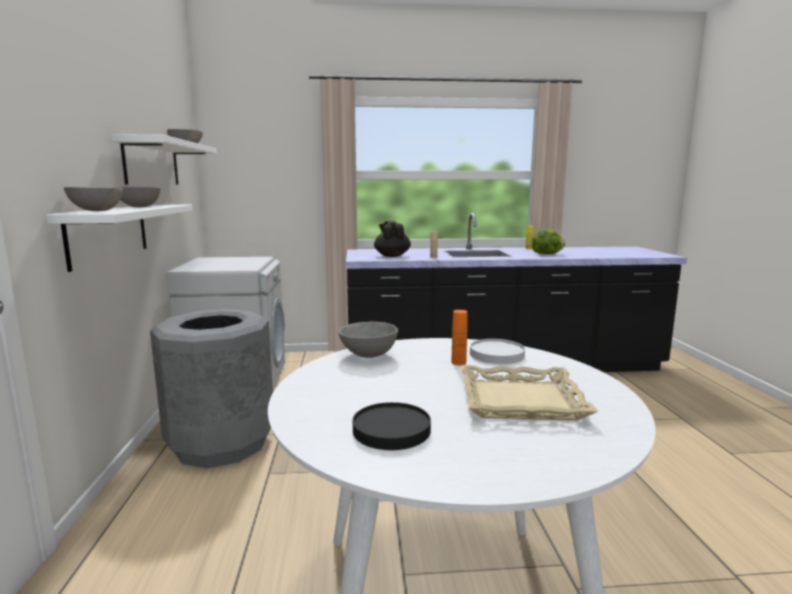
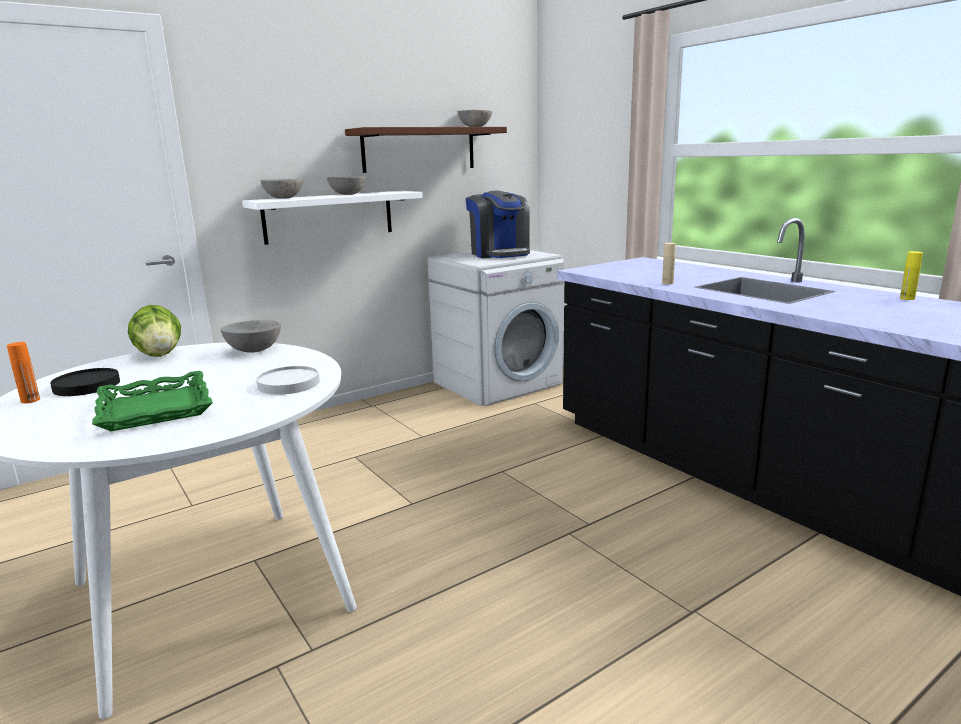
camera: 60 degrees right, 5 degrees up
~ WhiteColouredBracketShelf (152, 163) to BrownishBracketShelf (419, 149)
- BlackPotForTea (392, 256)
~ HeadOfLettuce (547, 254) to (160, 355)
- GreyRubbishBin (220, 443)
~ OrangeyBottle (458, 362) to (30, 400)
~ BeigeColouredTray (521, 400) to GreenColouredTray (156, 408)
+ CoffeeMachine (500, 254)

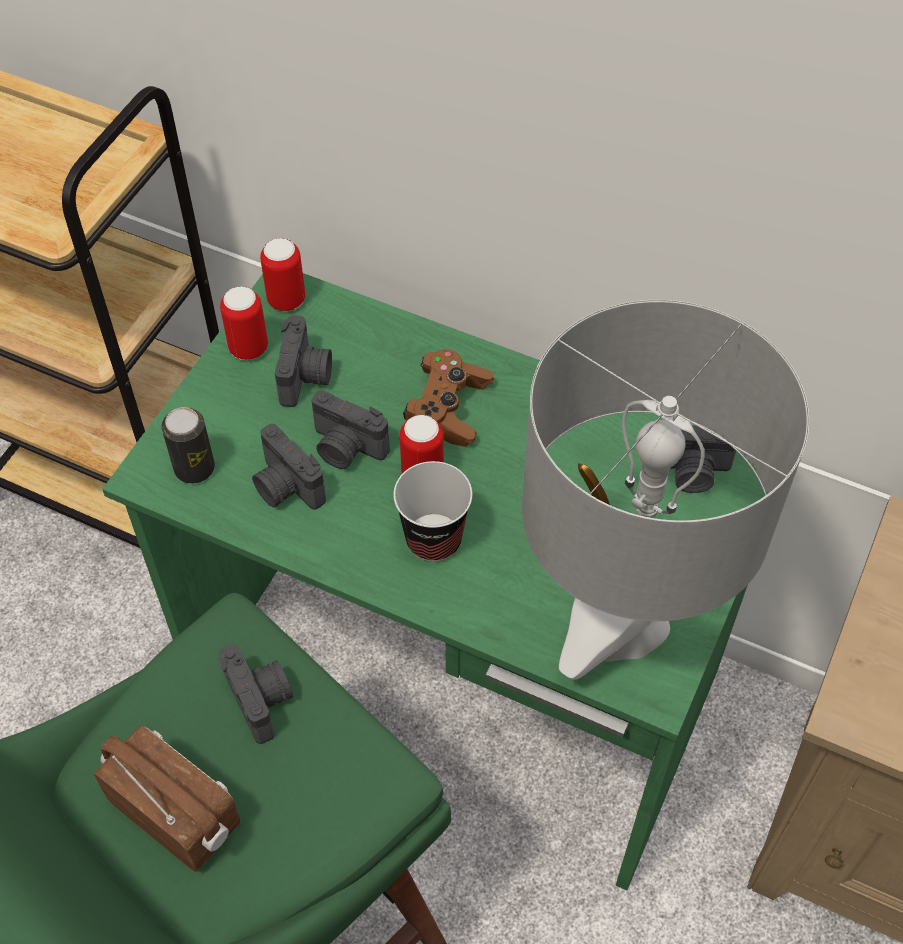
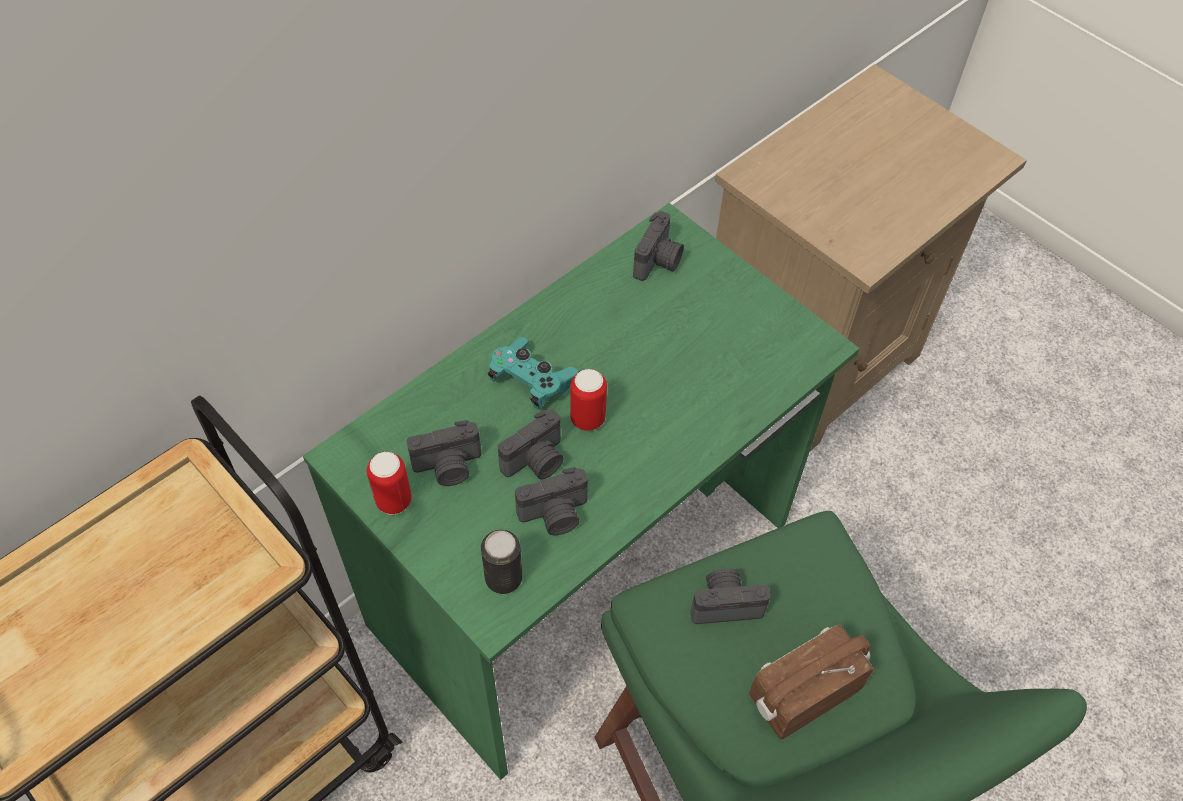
camera: 70 degrees left, 0 degrees up
- SealedCan (286, 300)
- GreyLampForATable (621, 624)
~ PhotoCamera (306, 377) = (448, 467) 135 degrees clockwise
~ BrownishJoypad (448, 408) to BlueGreenJoypad (532, 381)
- SmallCup (433, 539)

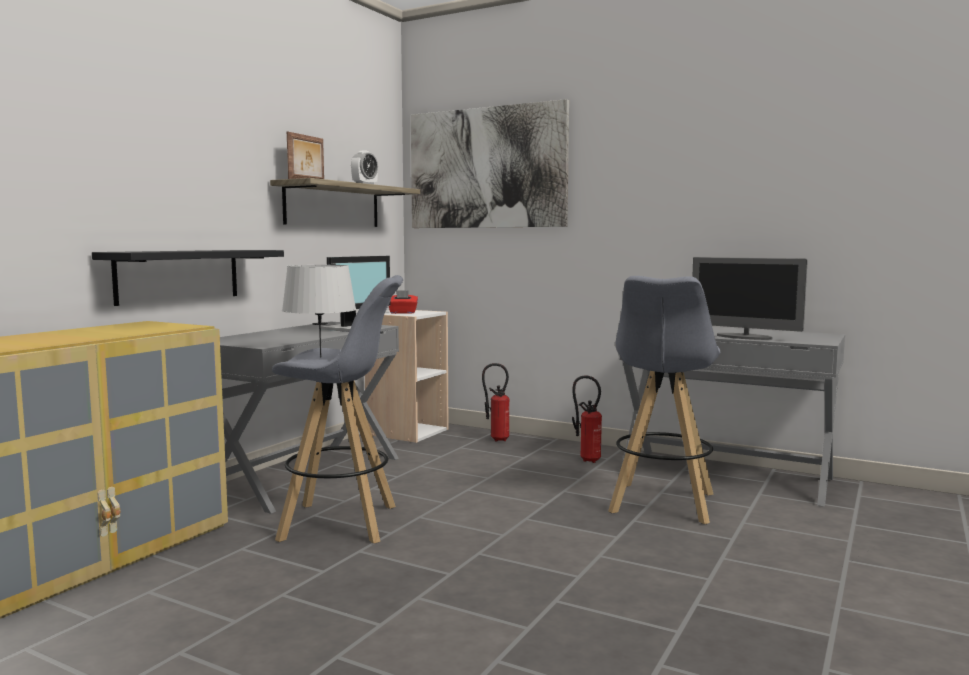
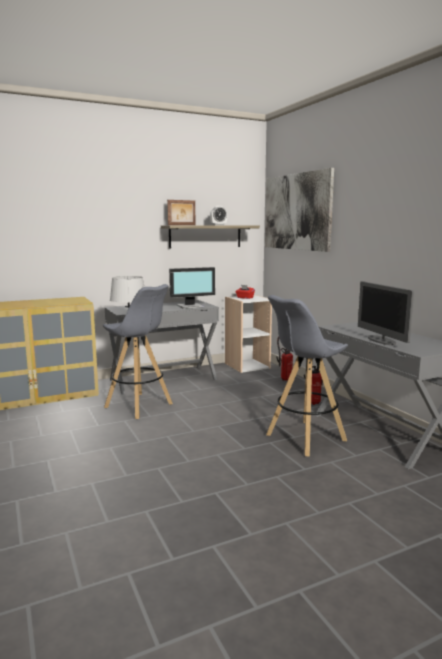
camera: 35 degrees right, 5 degrees up
- BlackBracketShelf (178, 275)

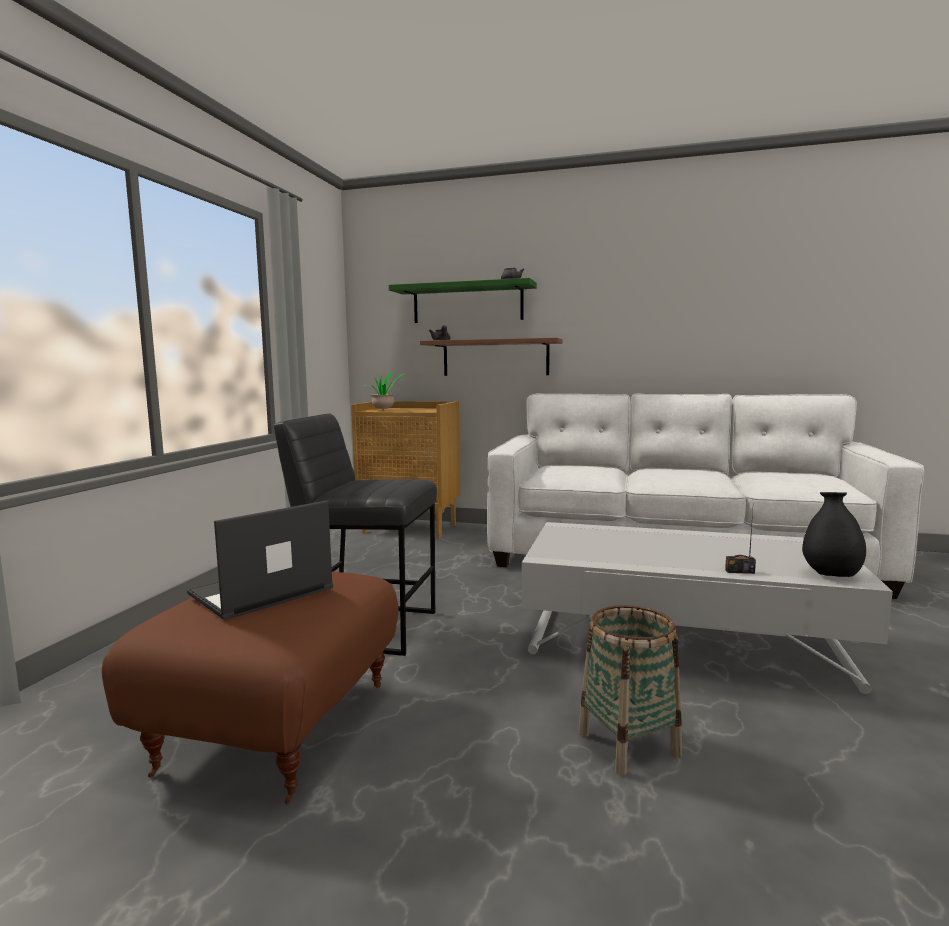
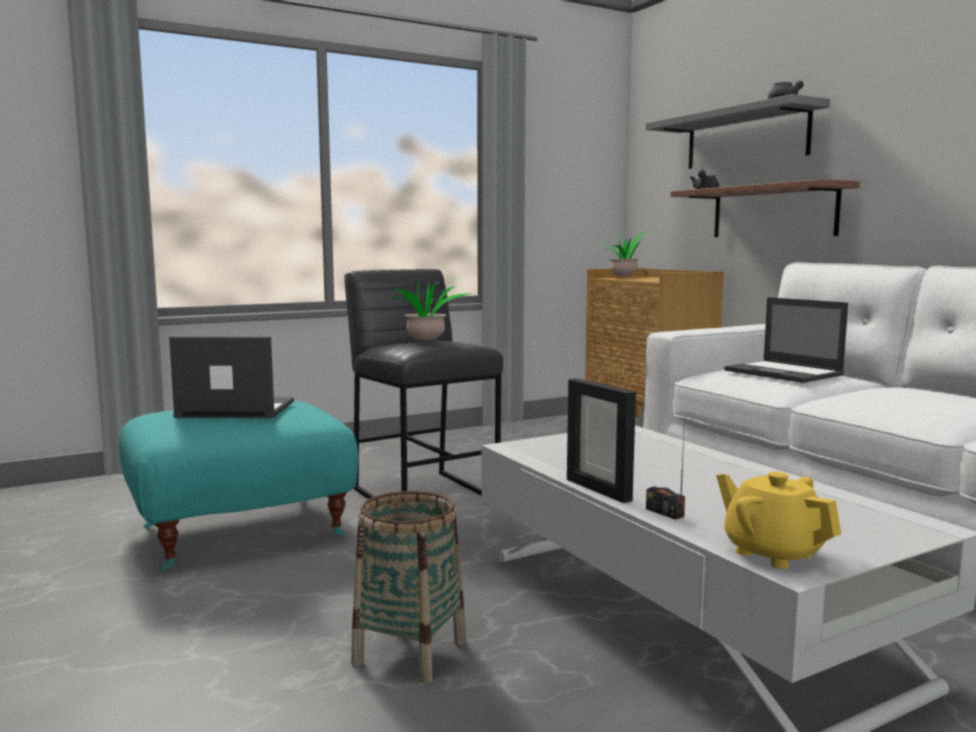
camera: 45 degrees right, 0 degrees up
~ GreenColouredBracketShelf (467, 303) to GreyBracketShelf (746, 138)
~ BlackDecorativeVase (831, 576) to YellowPotForTea (772, 553)
~ BrownishFootrest (275, 725) to BlueGreenFootrest (242, 530)
+ PottedPlant (427, 343)
+ Laptop (784, 373)
+ PhotoFrame (599, 489)

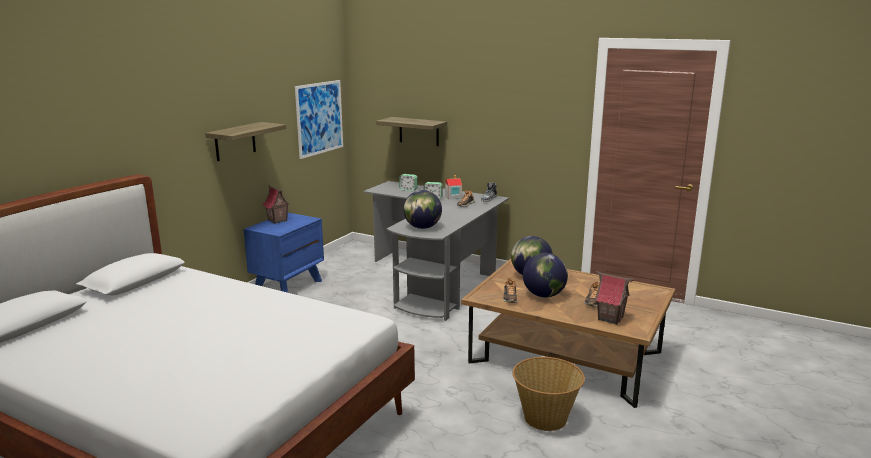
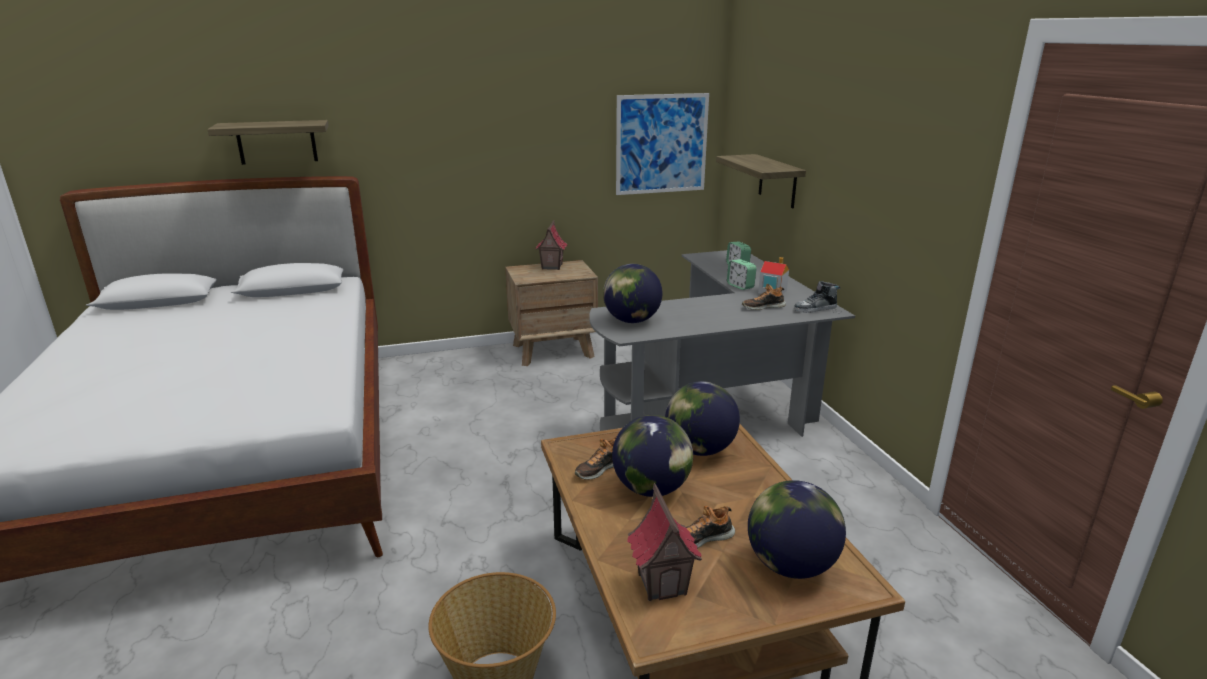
camera: 45 degrees right, 5 degrees up
~ BracketShelf (235, 141) to (277, 142)
~ BluishNightstand (288, 286) to BrownishNightstand (553, 350)
+ WorldGlobe (790, 565)

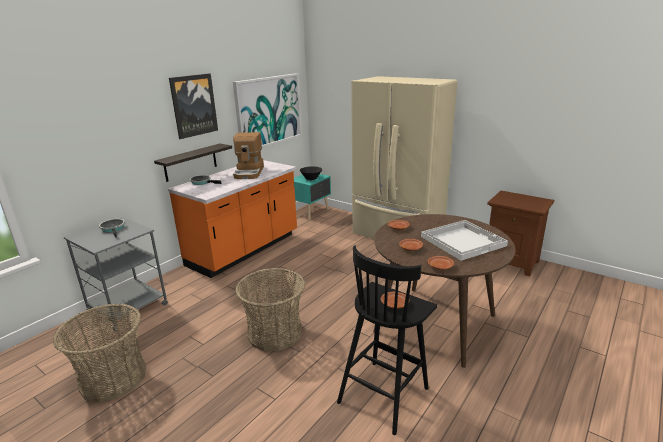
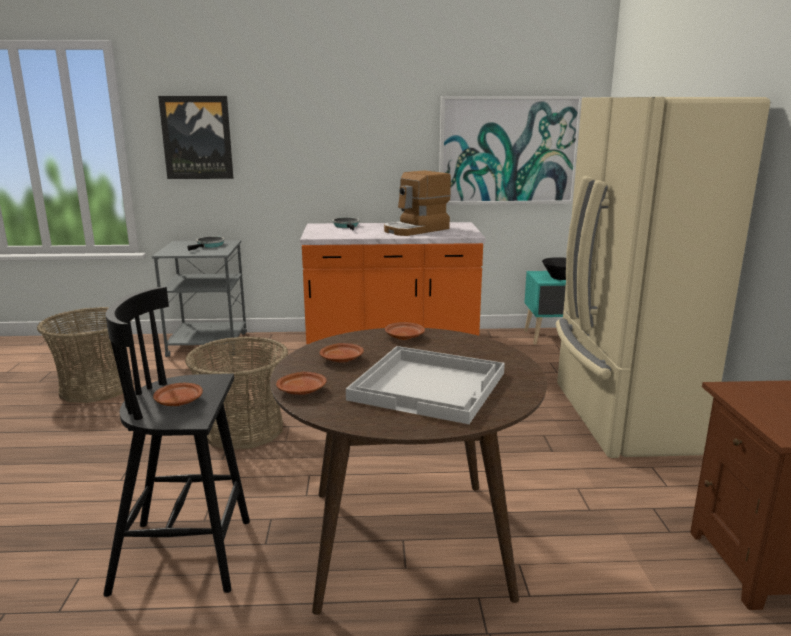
camera: 50 degrees right, 5 degrees down
~ WallPicture (194, 105) to (197, 138)
- BracketShelf (190, 162)

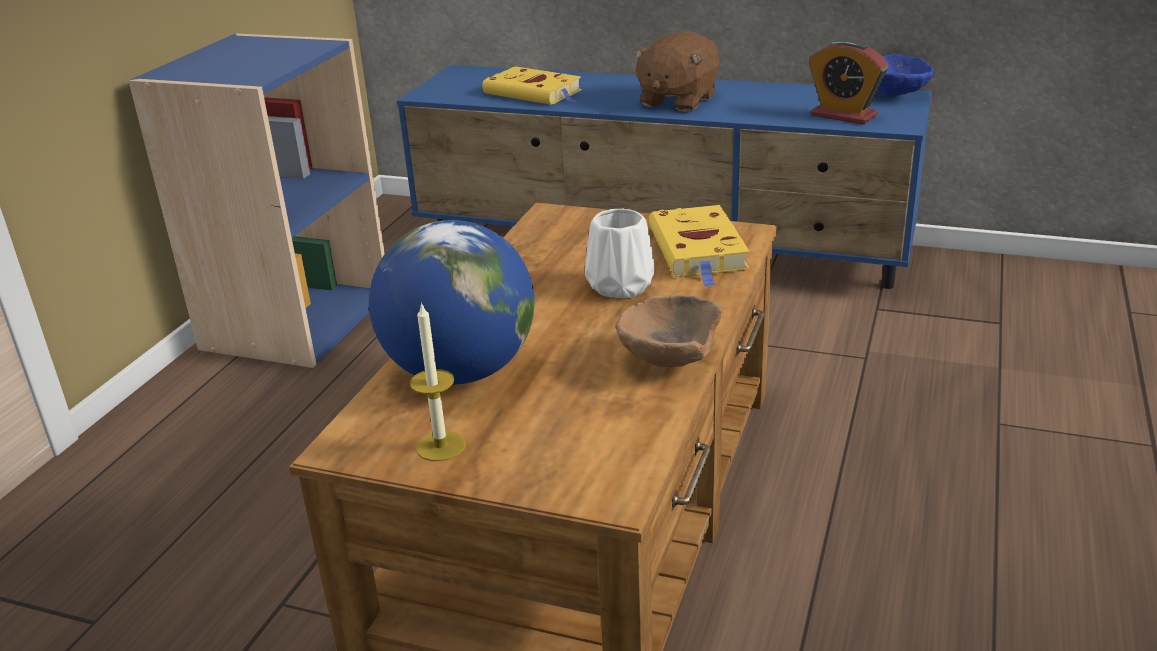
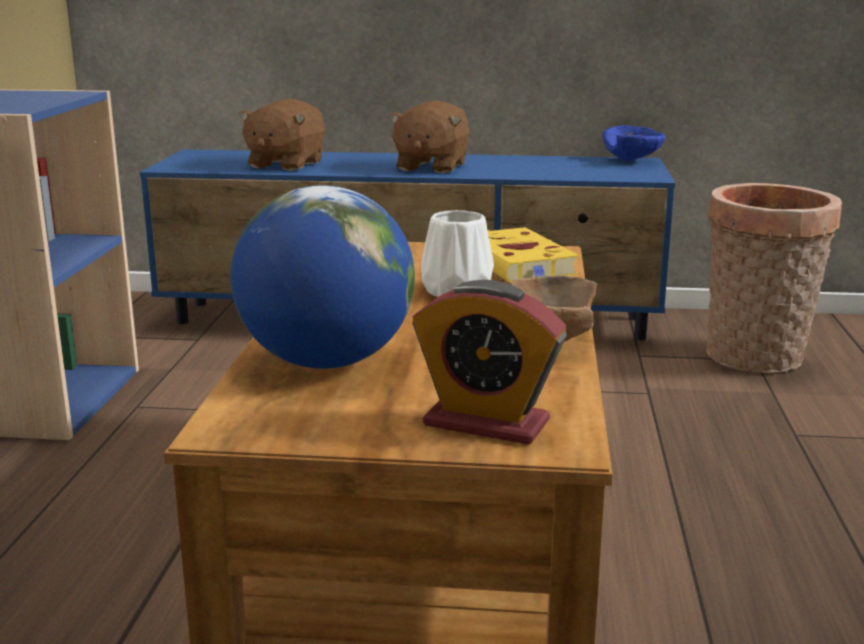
camera: 15 degrees left, 10 degrees down
~ AlarmClock (843, 115) to (486, 423)
~ YellowBoundBook (535, 93) to BrownishSoftToy (284, 164)
- Candle (440, 446)
+ Basket (756, 359)

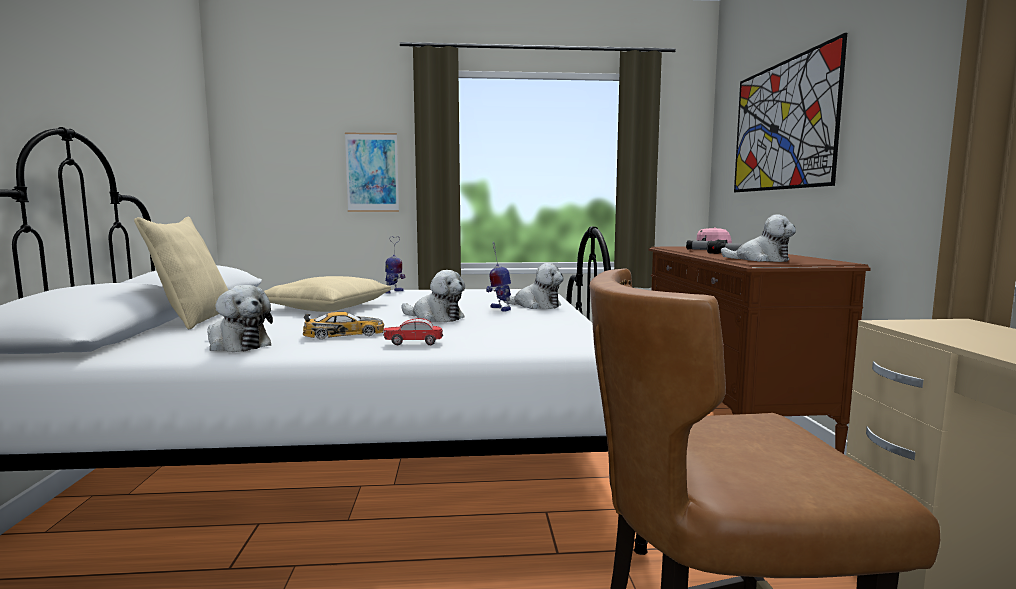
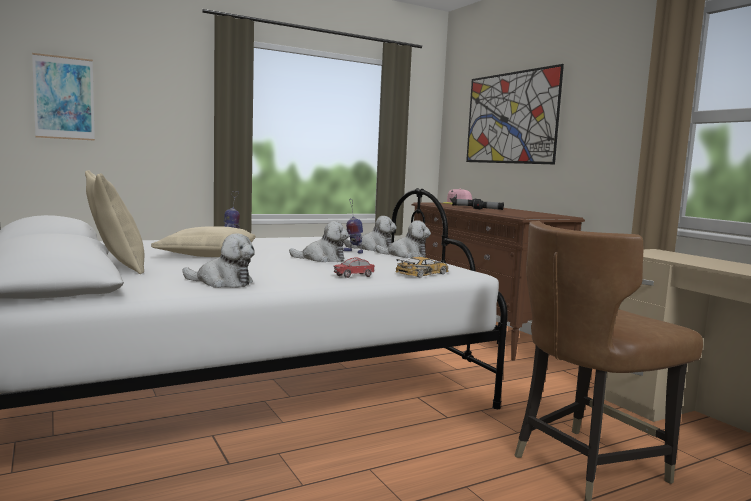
camera: 25 degrees left, 0 degrees up
~ WallPicture (372, 172) to (64, 98)
~ SoftToy (761, 260) to (405, 255)
~ ModelCar (345, 334) to (423, 273)

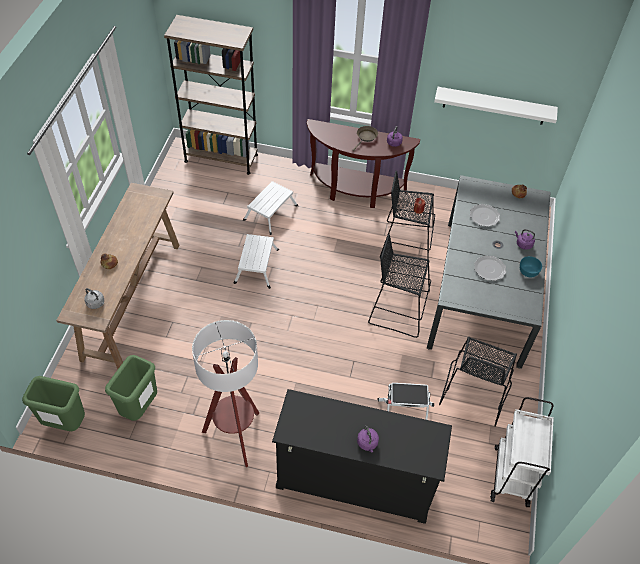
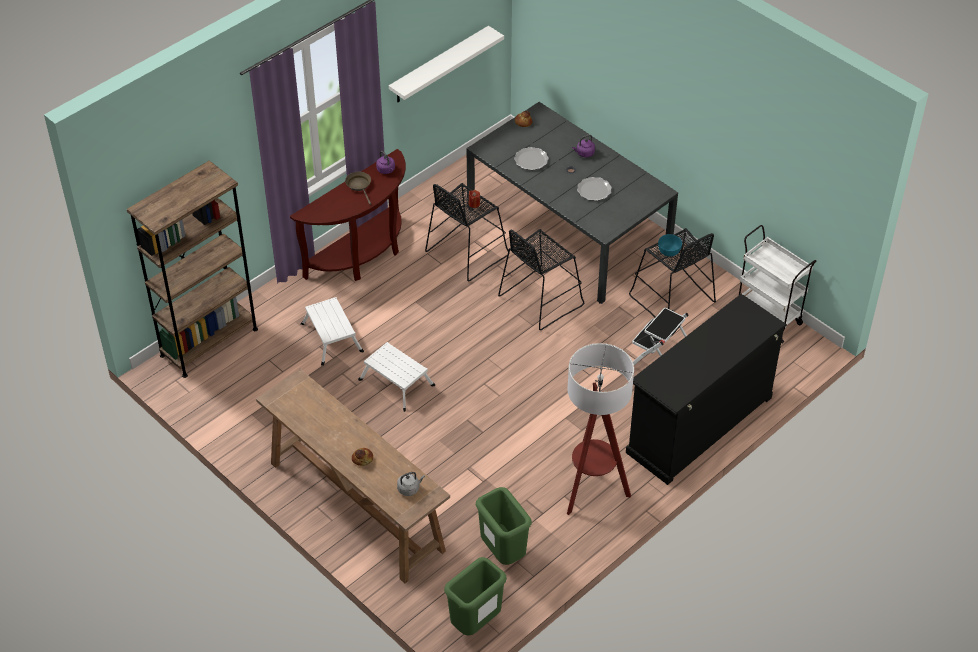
camera: 55 degrees left, 5 degrees down
~ BlueGreenServingBowl (528, 271) to (669, 250)
- PurpleColouredWaterKettle (367, 443)

